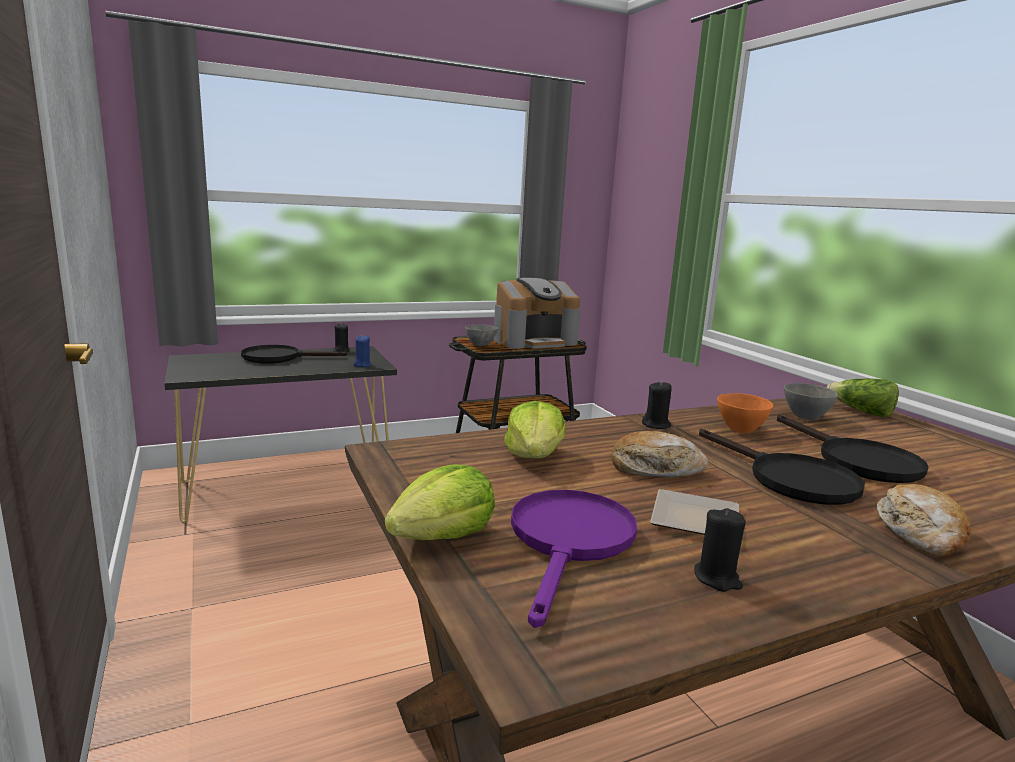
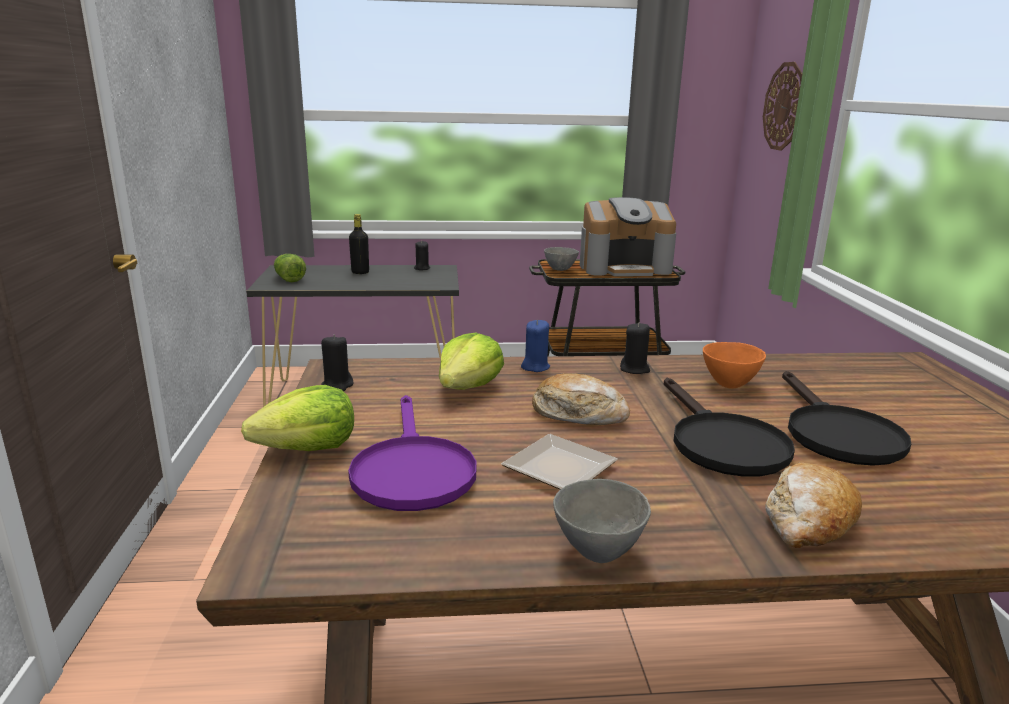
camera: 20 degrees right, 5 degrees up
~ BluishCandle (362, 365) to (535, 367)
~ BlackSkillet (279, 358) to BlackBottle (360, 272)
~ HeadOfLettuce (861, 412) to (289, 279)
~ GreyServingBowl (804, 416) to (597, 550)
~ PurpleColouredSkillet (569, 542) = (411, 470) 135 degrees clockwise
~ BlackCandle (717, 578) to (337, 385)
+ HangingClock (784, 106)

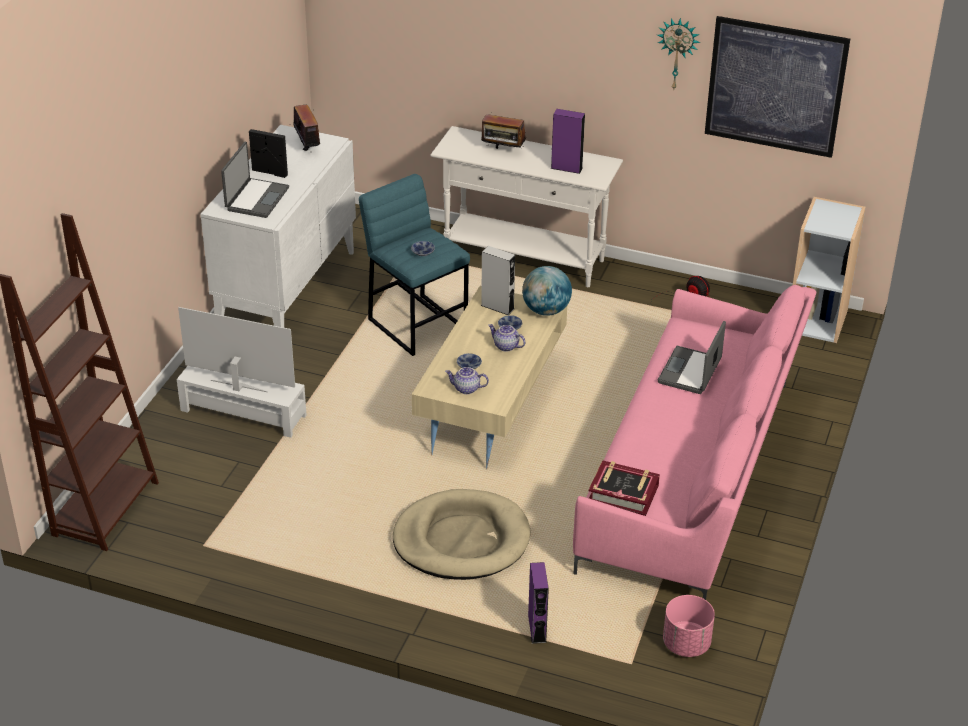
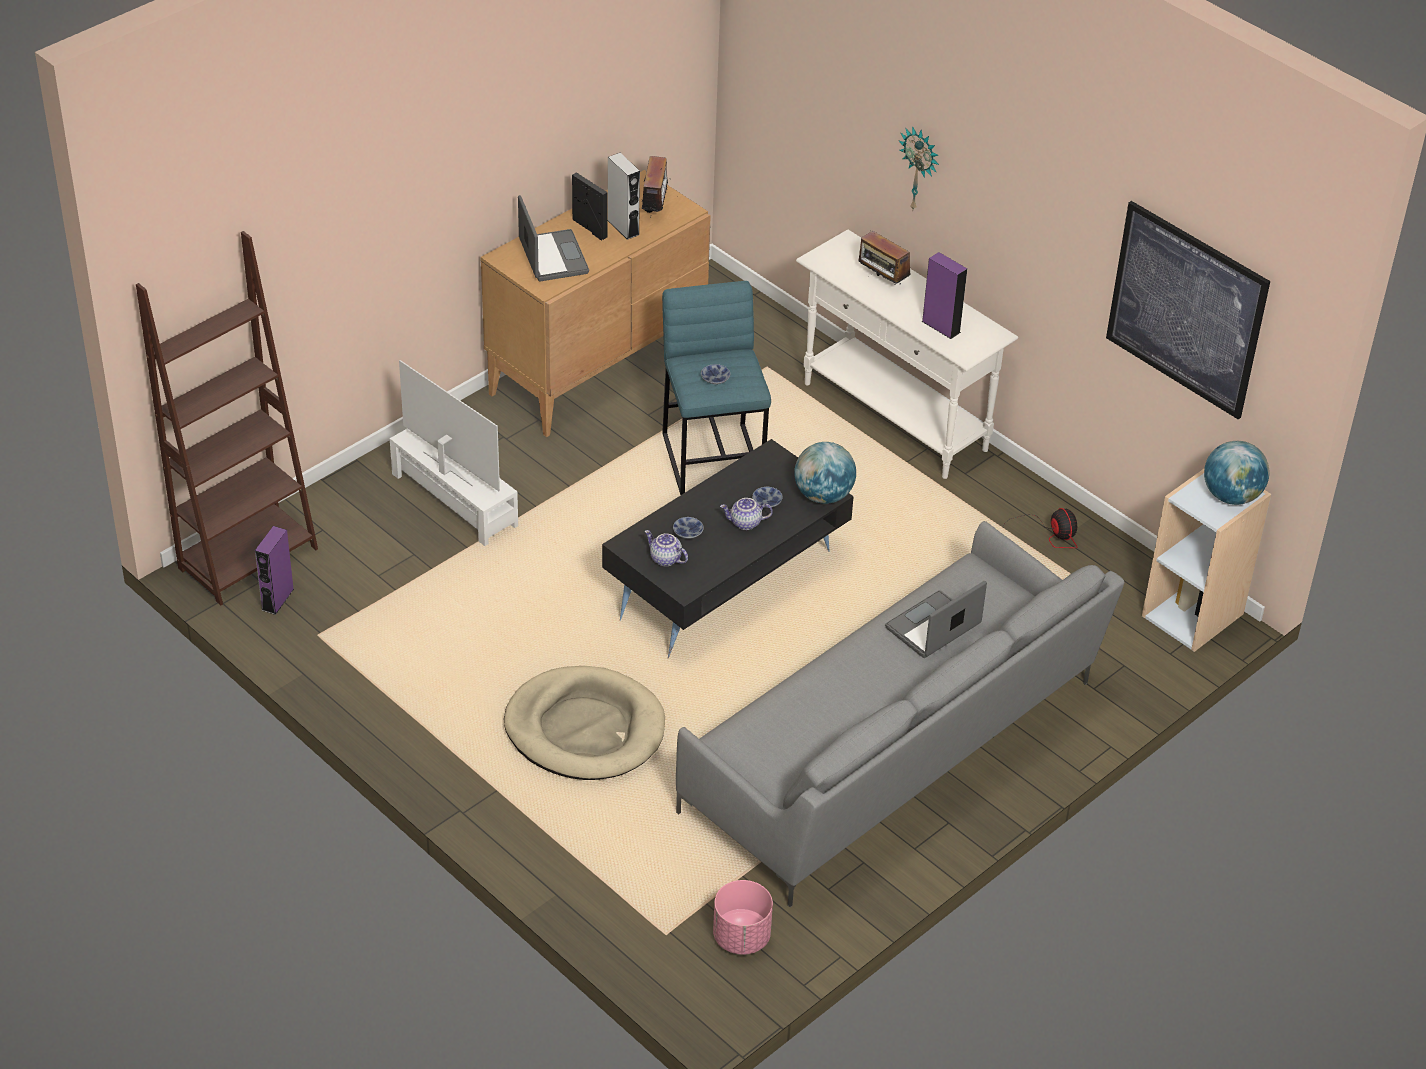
camera: 25 degrees right, 5 degrees up
~ HangingClock (677, 53) to (919, 169)
~ WhiteColouredCupboard (288, 291) to BrownishCupboard (598, 369)
~ Laptop (256, 199) = (552, 257) 60 degrees counterclockwise
~ GreyLoudspeaker (497, 307) to (623, 227)
~ PinkColouredCouch (693, 476) to GreyCouch (894, 752)
~ BeigeColouredCoffeeTable (491, 407) to BlackCoffeeTable (726, 587)
~ PotForTea (505, 346) = (745, 523) 60 degrees counterclockwise
- BoundBook (623, 493)
~ PurpleColouredLoudspeaker (537, 629) to (277, 599)
+ WorldGlobe (1231, 496)

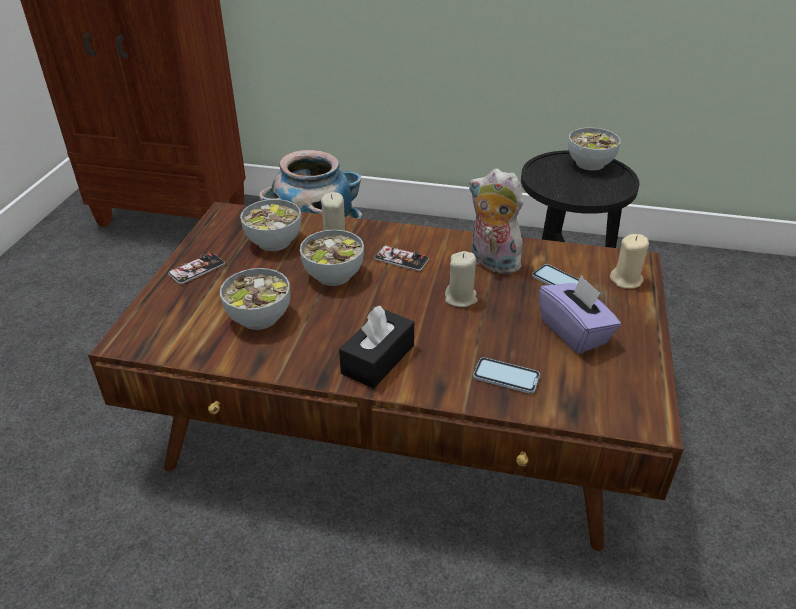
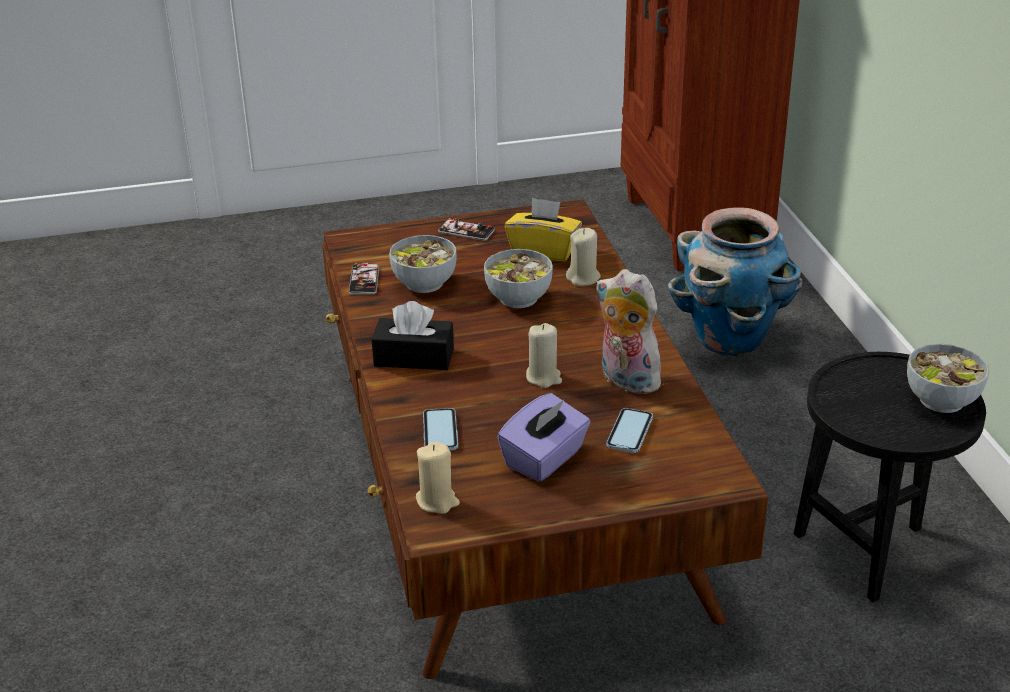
camera: 65 degrees right, 5 degrees down
~ SoftToy (491, 263) = (625, 380) 60 degrees counterclockwise
~ ServingBowl (273, 242) to YellowTissueHolder (543, 251)
~ BeigeColouredCandle (626, 280) to (437, 501)
~ Phone (401, 259) to (364, 280)

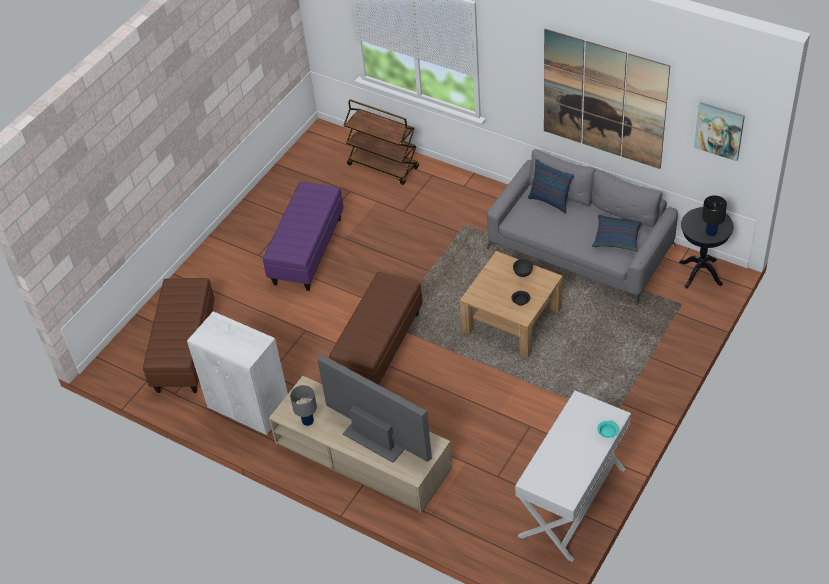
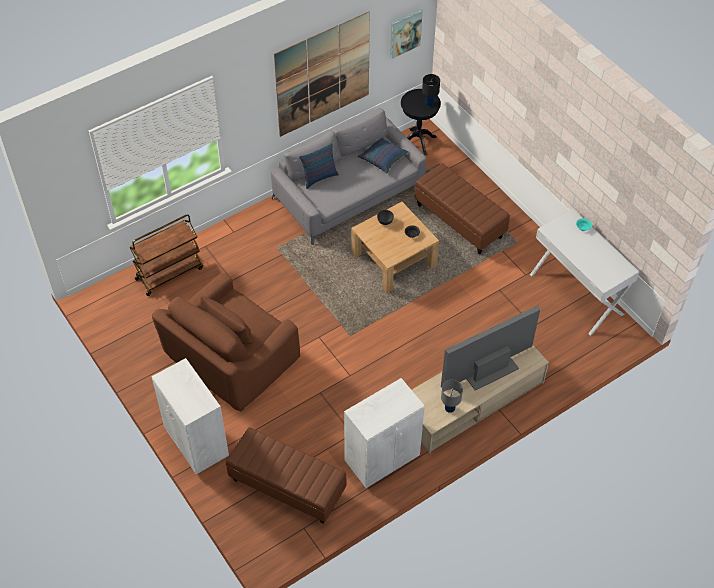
camera: 70 degrees left, 5 degrees up
~ PurpleColouredFootrest (307, 251) to BrownishLoungeChair (231, 360)
~ BrownishFootrest (379, 347) to (458, 222)
+ WhiteColouredCupboard (196, 443)

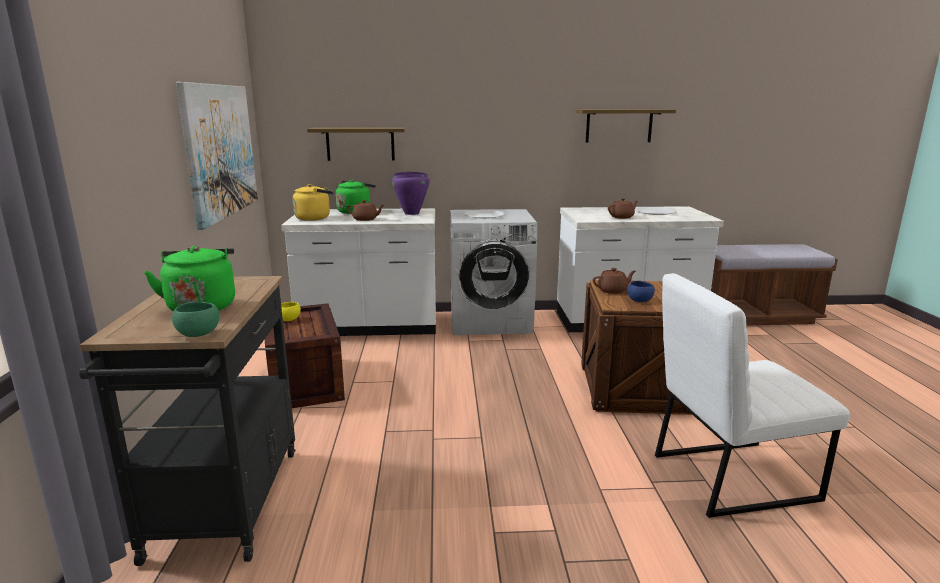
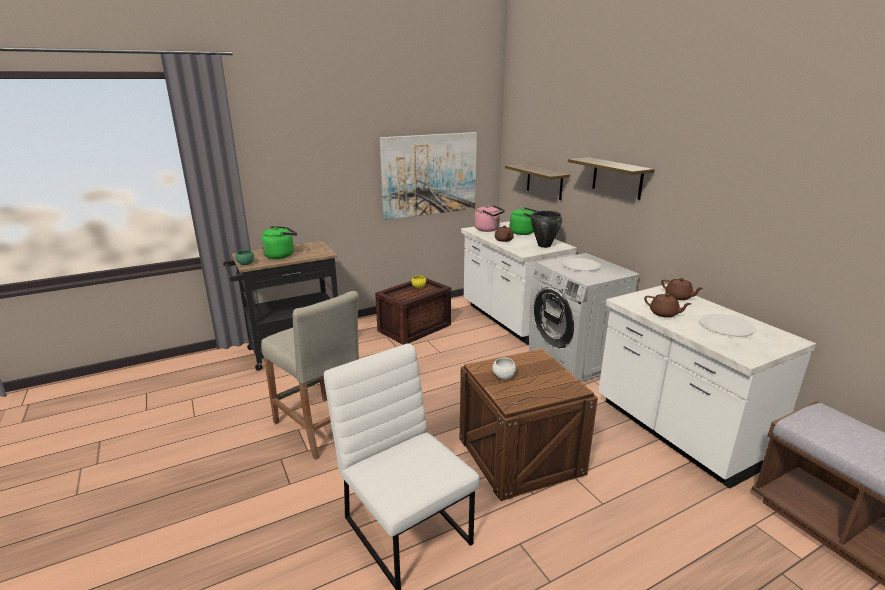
camera: 65 degrees right, 5 degrees up
~ BracketShelf (619, 125) to (617, 178)
~ PurpleColouredStockpot (411, 213) to BlackStockpot (544, 245)
~ YellowWaterKettle (315, 218) to PinkColouredWaterKettle (488, 229)
~ BrownishPotForTea (613, 290) to (678, 297)
~ BluishServingBowl (639, 301) to WhiteColouredServingBowl (503, 376)
+ BeigeColouredStoolSeat (320, 427)

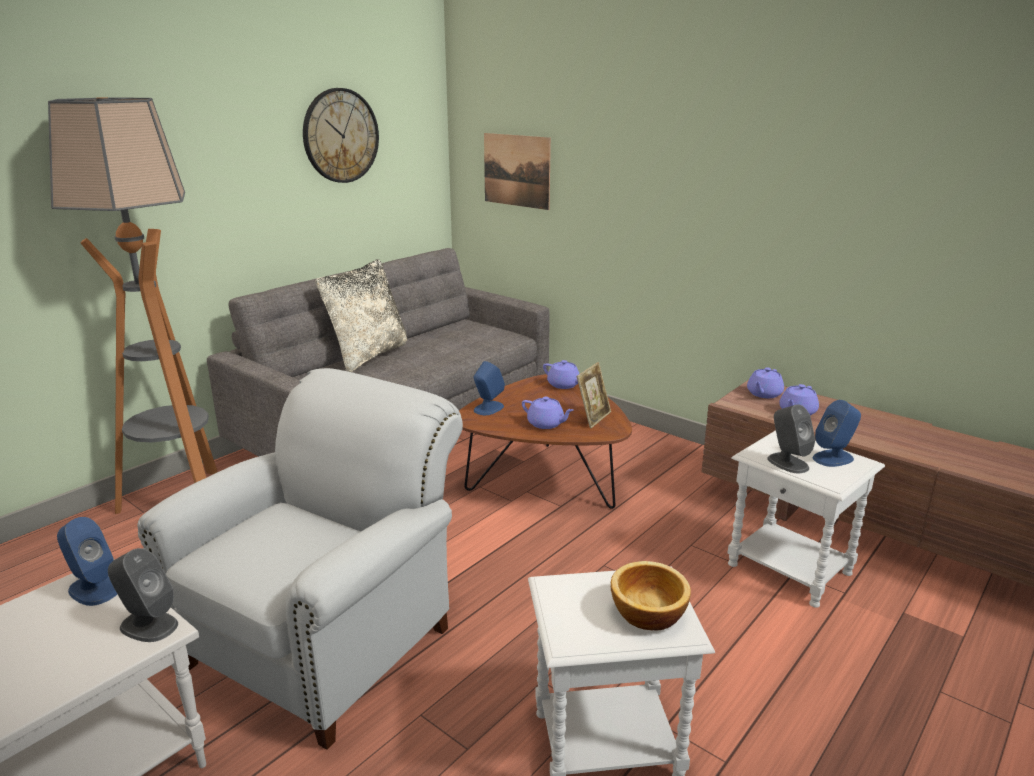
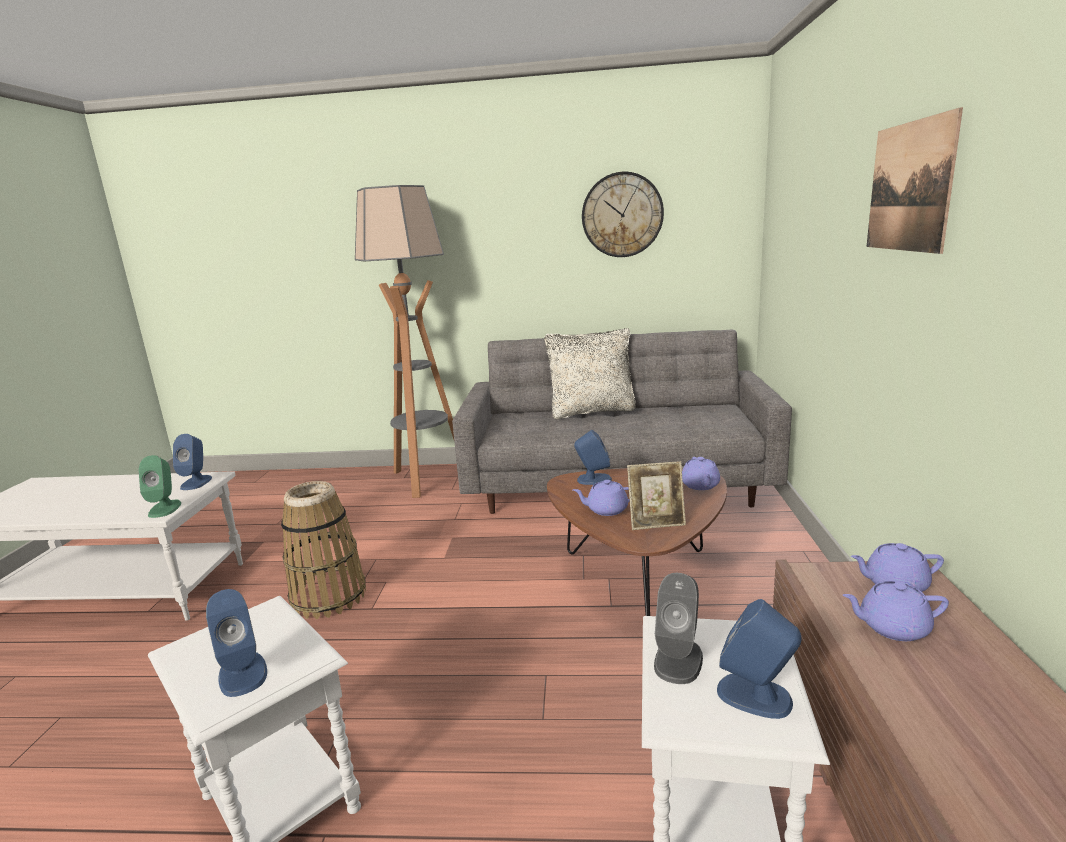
camera: 55 degrees right, 5 degrees down
~ WallPicture (516, 170) to (909, 187)
~ WhiteColouredLoungeChair (329, 639) to Basket (329, 597)
~ PurpleColouredPotForTea (546, 424) = (606, 510) 90 degrees clockwise
~ GreyLoudspeaker (148, 625) to GreenColouredLoudspeaker (165, 508)
~ ServingBowl (646, 612) to BluishLoudspeaker (242, 673)

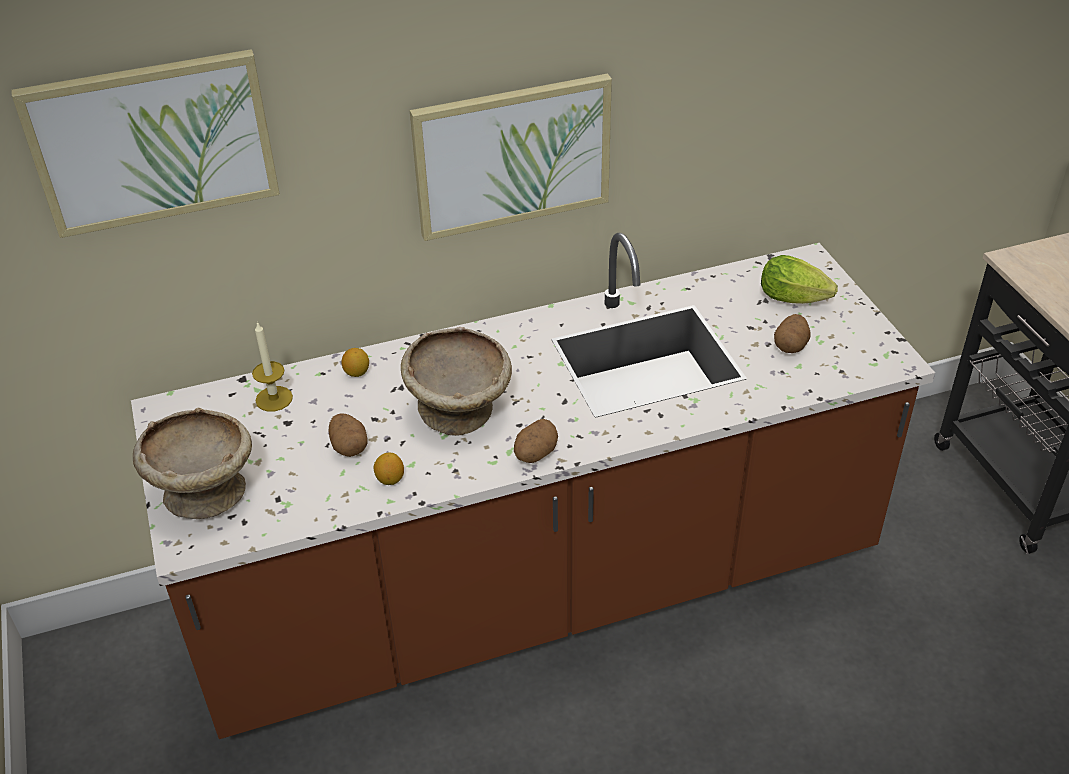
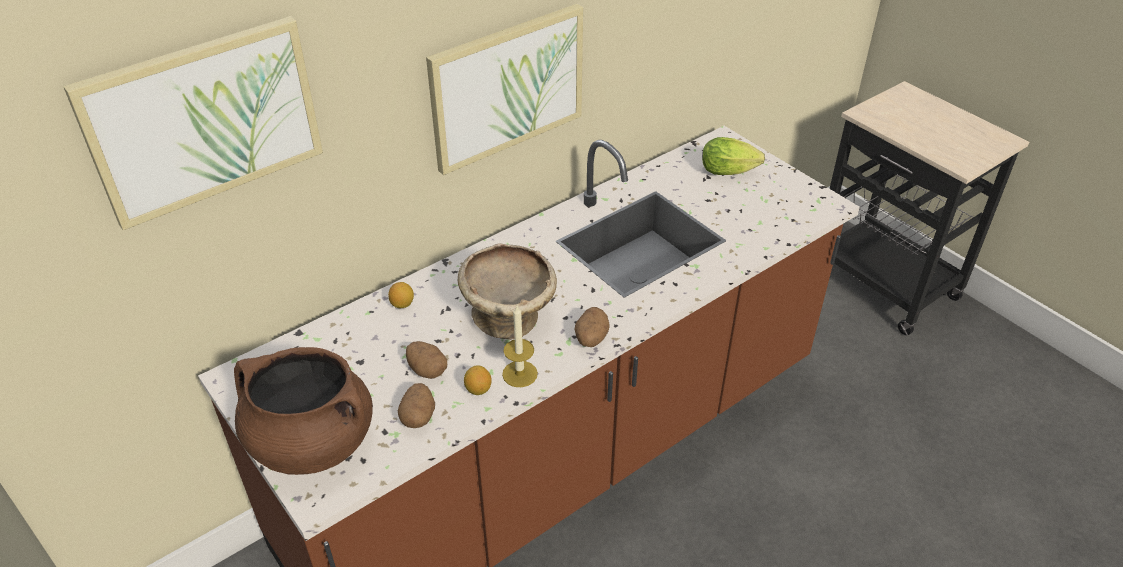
camera: 20 degrees left, 0 degrees up
~ WholePotato (790, 345) to (418, 416)
~ Candle (274, 399) to (520, 374)
~ BeigeColouredServingBowl (204, 492) to BrownishStockpot (311, 442)

